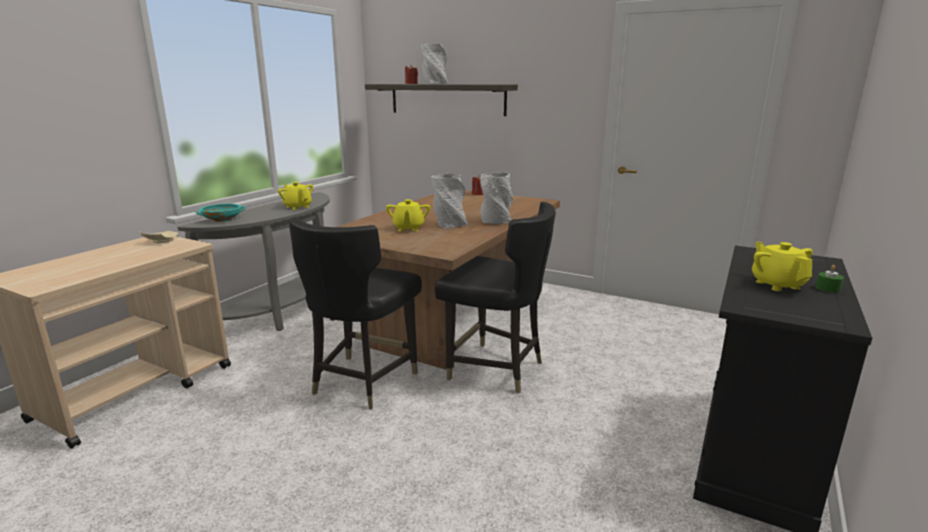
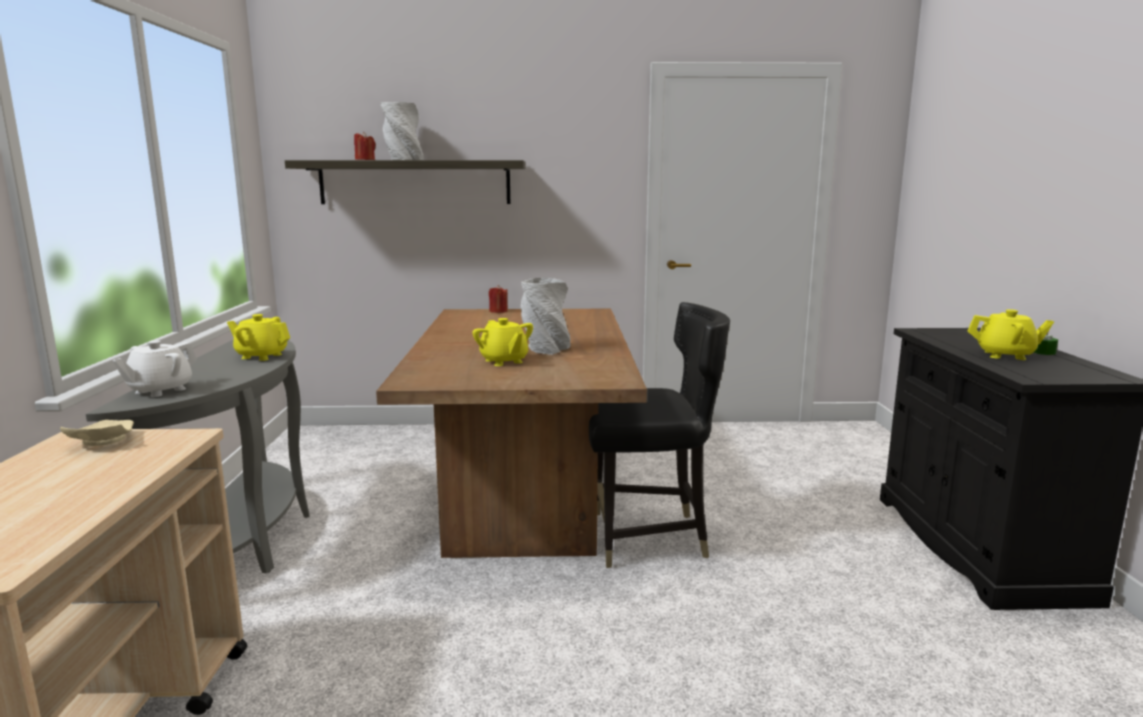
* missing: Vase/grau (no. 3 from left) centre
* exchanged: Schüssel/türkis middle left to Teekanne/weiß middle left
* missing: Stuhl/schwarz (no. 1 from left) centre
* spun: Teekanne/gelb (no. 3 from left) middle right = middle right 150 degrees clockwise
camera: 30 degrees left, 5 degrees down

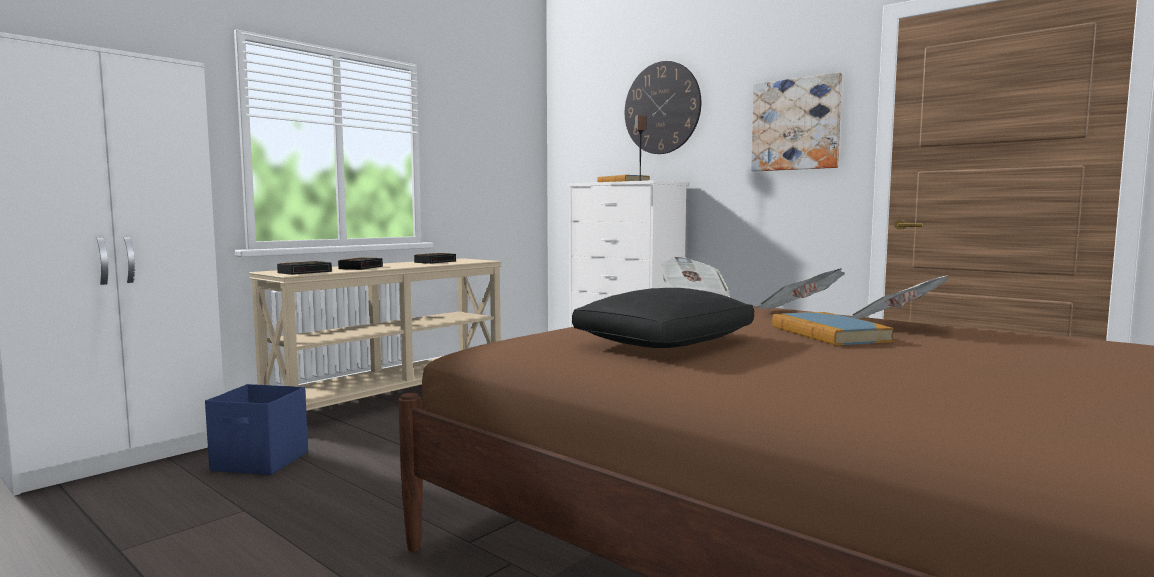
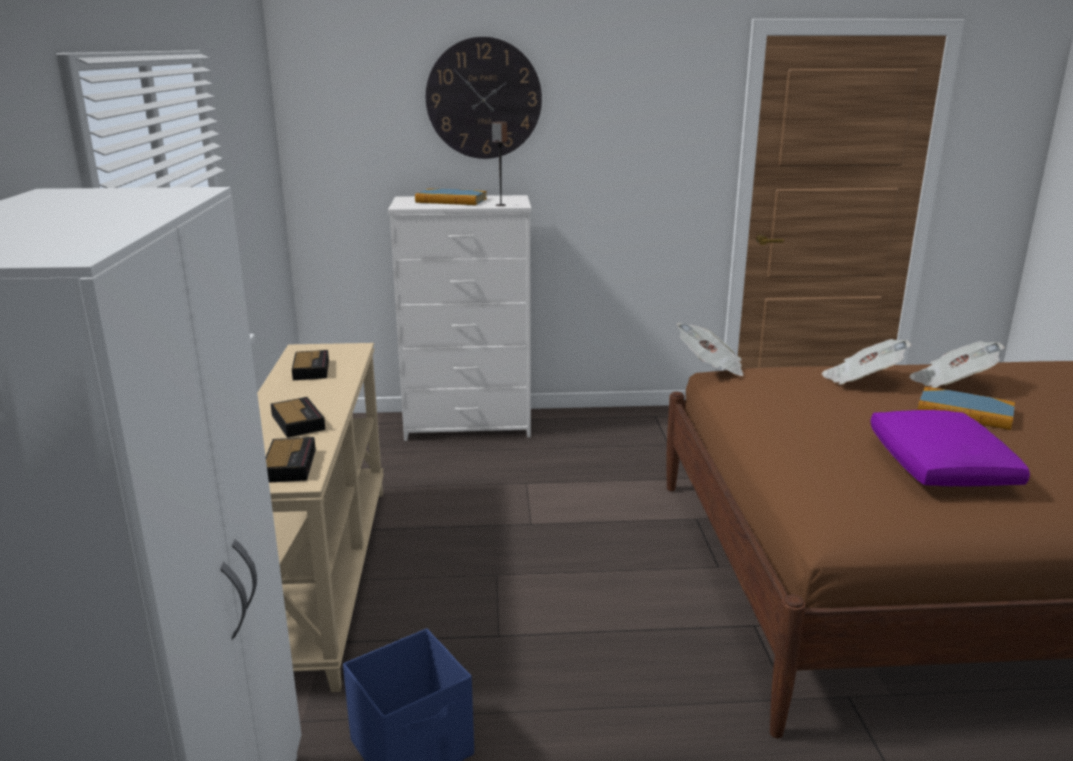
* missing: Bild top right
* colour: Kissen/schwarz centre to Kissen/lila middle right
camera: 45 degrees left, 15 degrees up

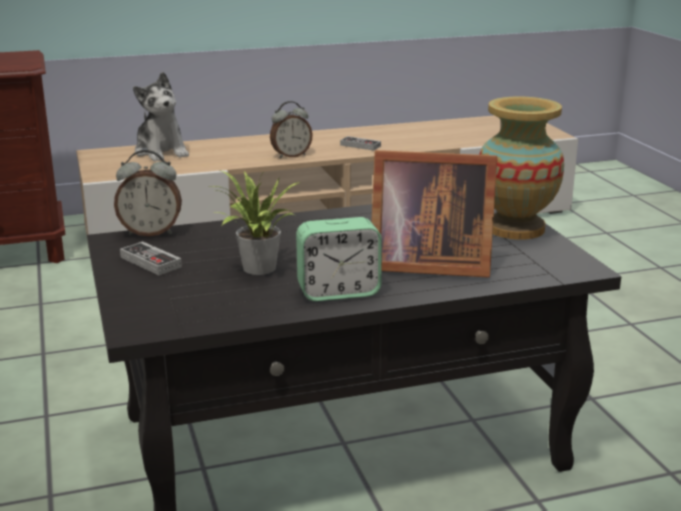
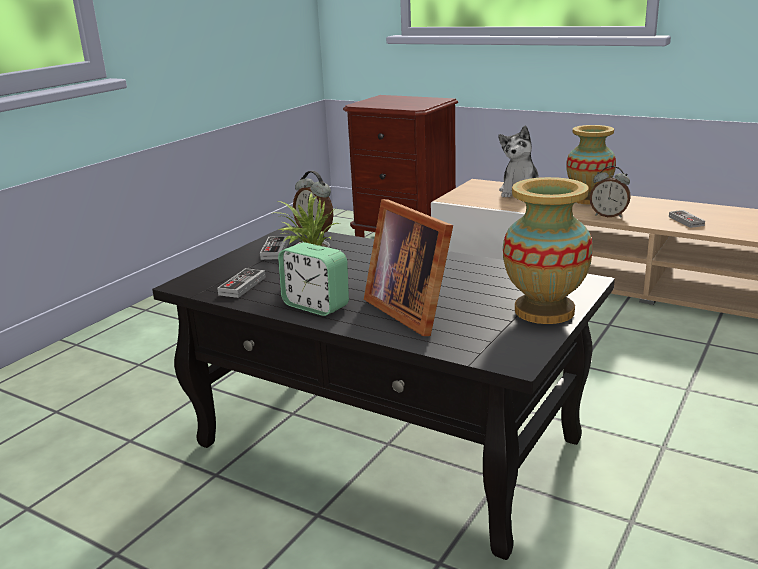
* appeared: Vase (no. 2 from left) top right
* appeared: Gamepad (no. 1 from left) middle left
camera: 50 degrees right, 0 degrees up

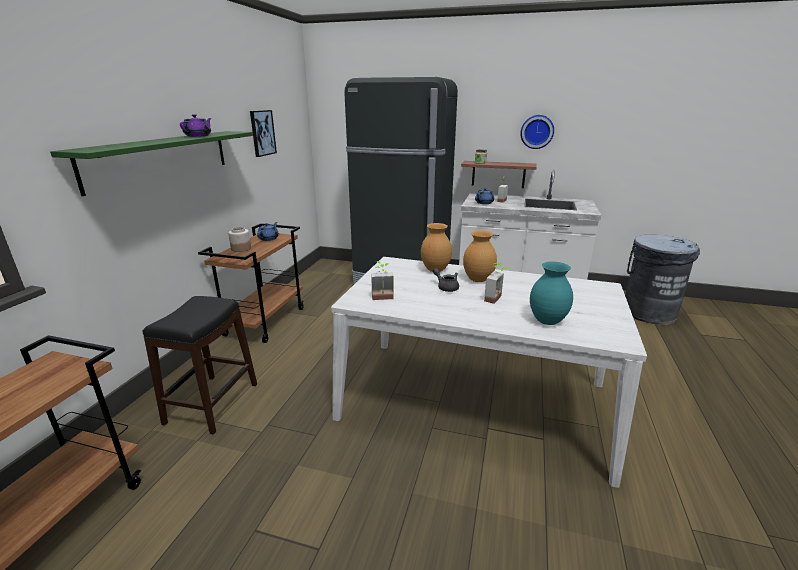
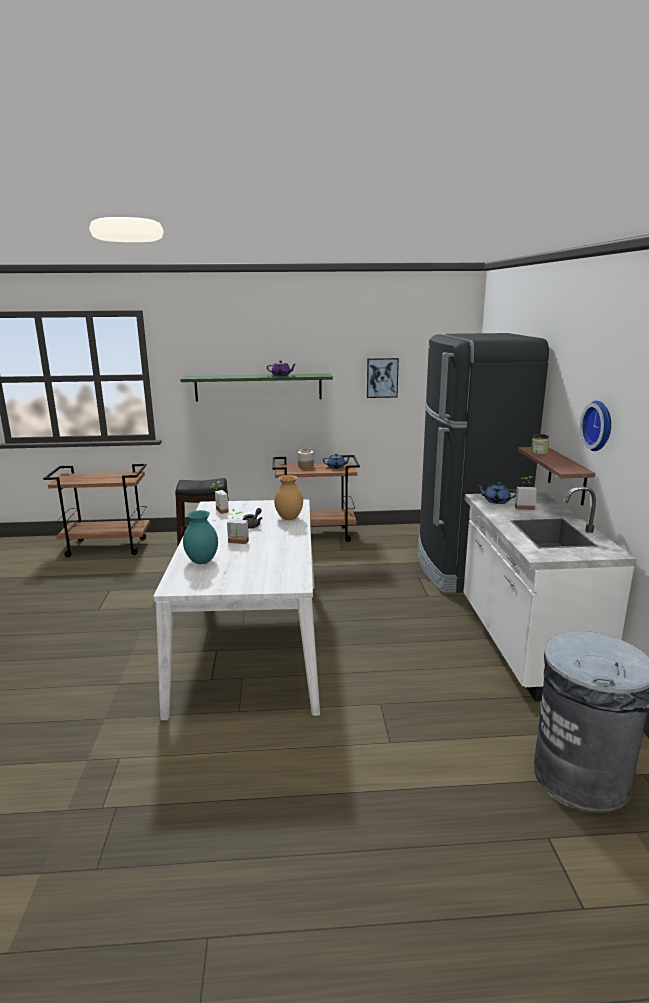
* missing: Vase/braun (no. 2 from left) centre
camera: 70 degrees right, 5 degrees down

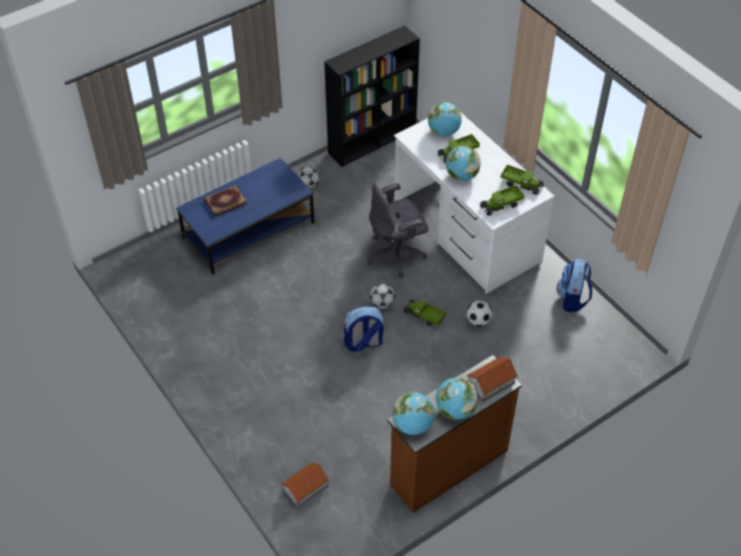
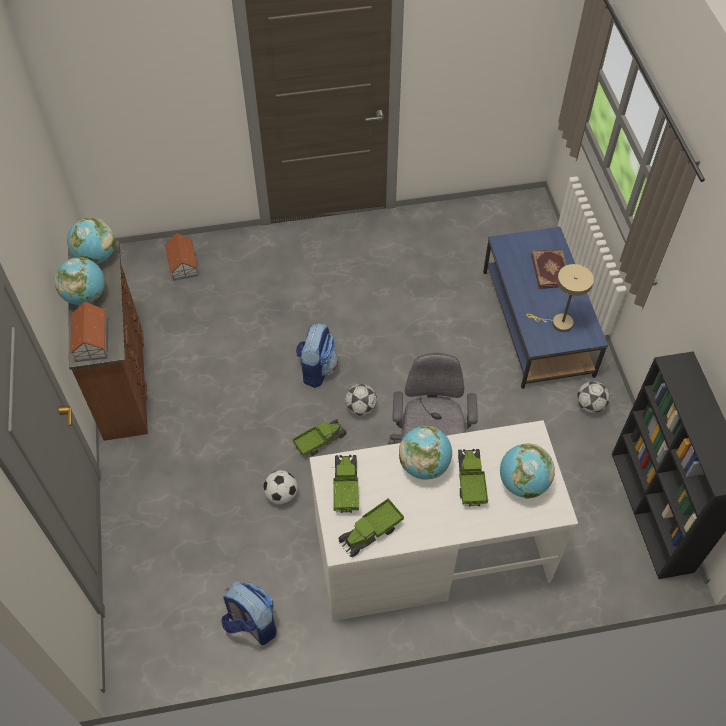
* appeared: Tischlampe/beige middle right
camera: 115 degrees right, 5 degrees up

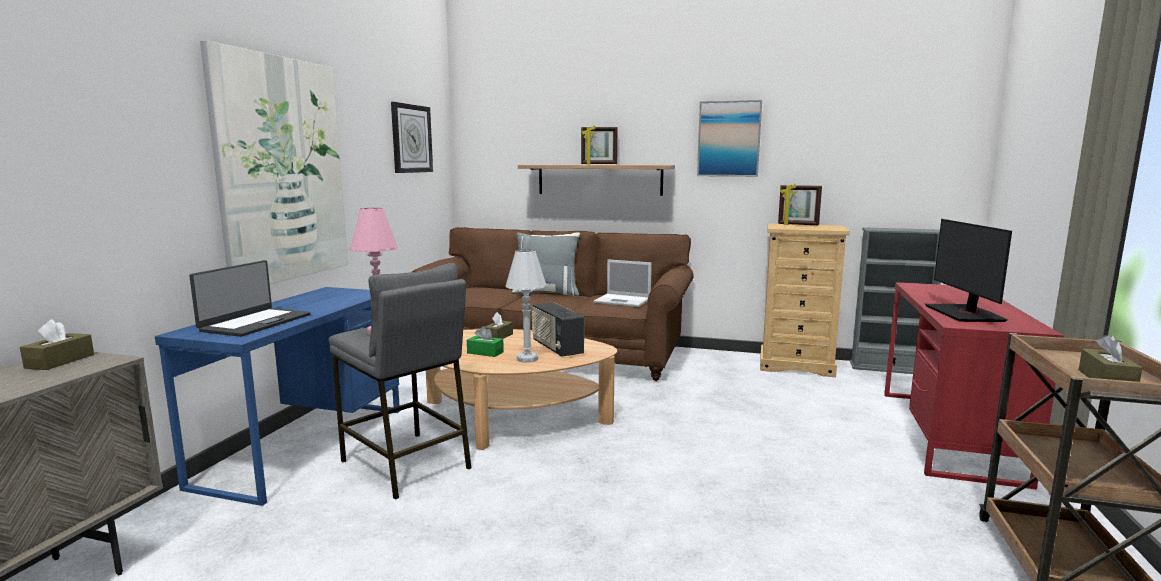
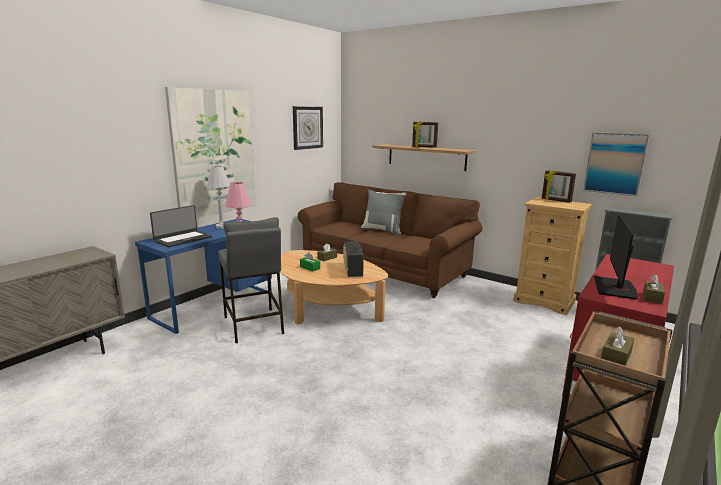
* relocated: Bild (no. 2 from left) top centre to middle right
* relocated: Tischlampe/weiß centre to middle left
* missing: Laptop (no. 2 from left) centre
* relocated: Taschentuchbox/braun (no. 1 from left in the first image) middle left to Taschentuchbox/braun (no. 3 from left) middle right
camera: 20 degrees right, 5 degrees up

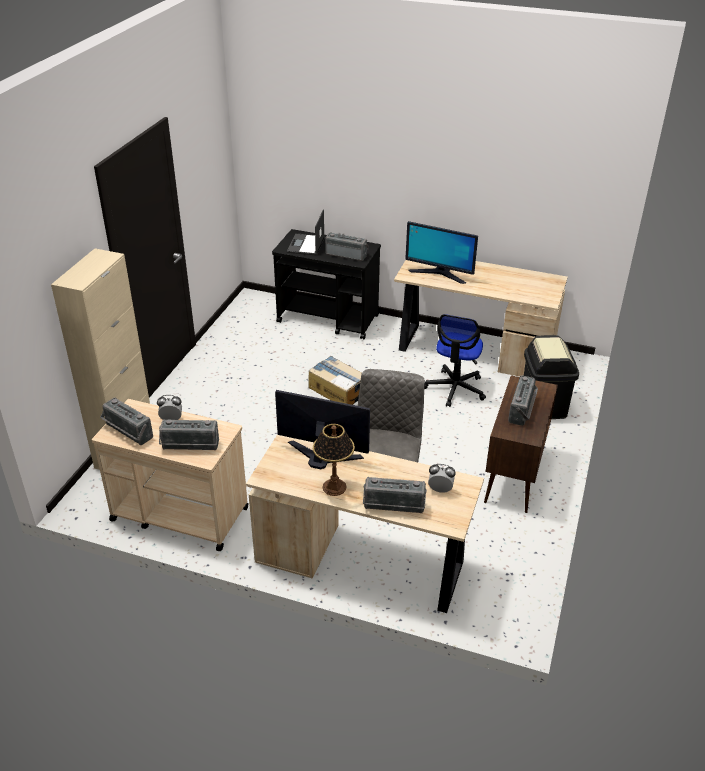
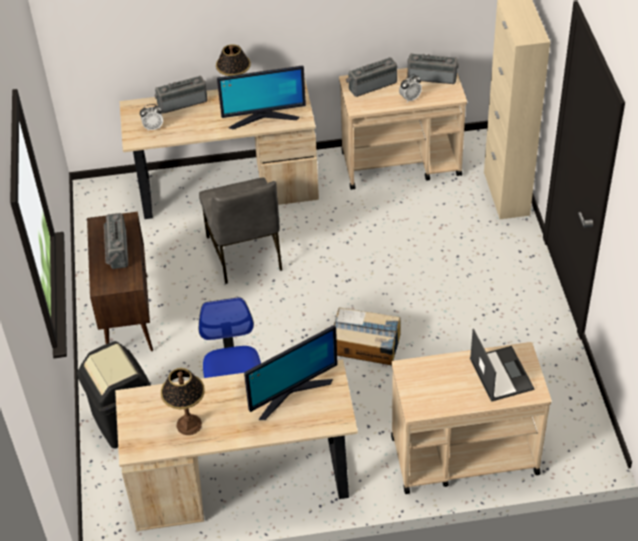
* spun: Monitor (no. 2 from left) top centre = bottom centre 150 degrees clockwise
* colour: Rollwagen/schwarz centre to Rollwagen/beige (no. 2 from left) bottom right
* missing: Radio (no. 3 from left) top centre
* appeared: Tischlampe (no. 1 from left) bottom left
camera: 155 degrees right, 10 degrees up

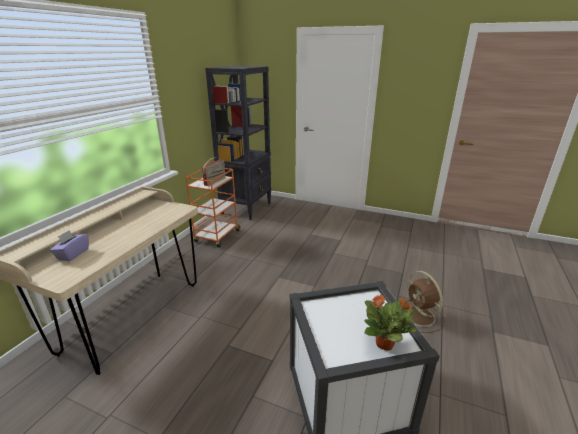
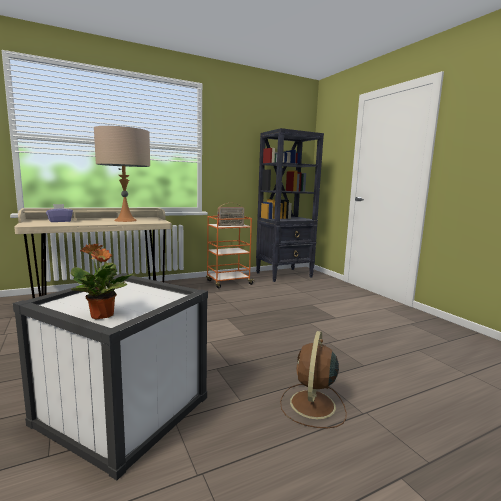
* appeared: Tischlampe/beige middle left
camera: 40 degrees right, 15 degrees down

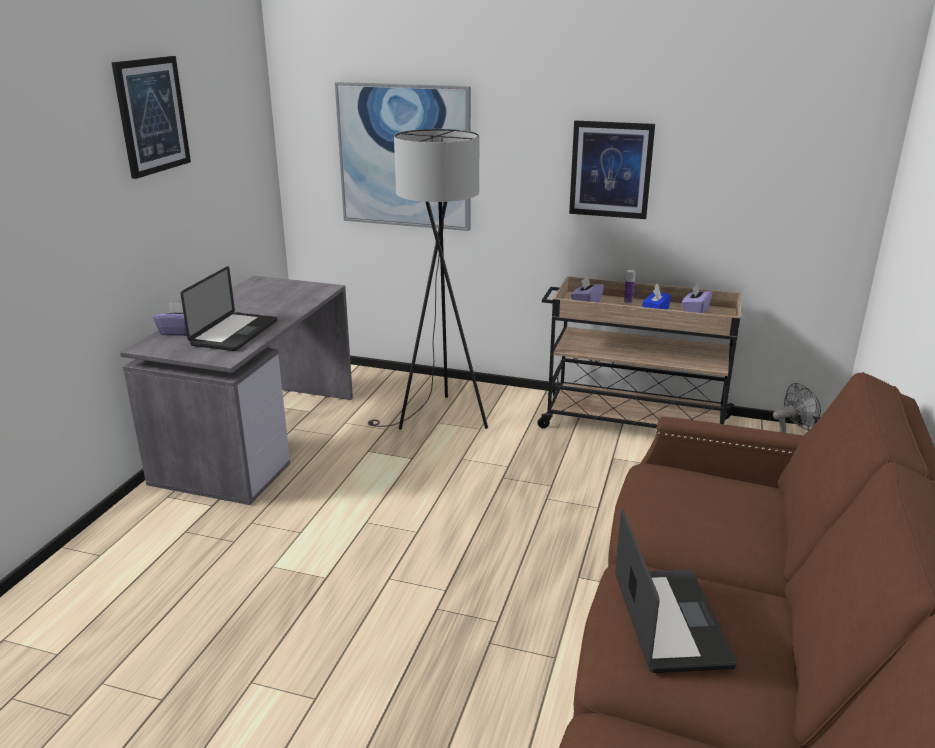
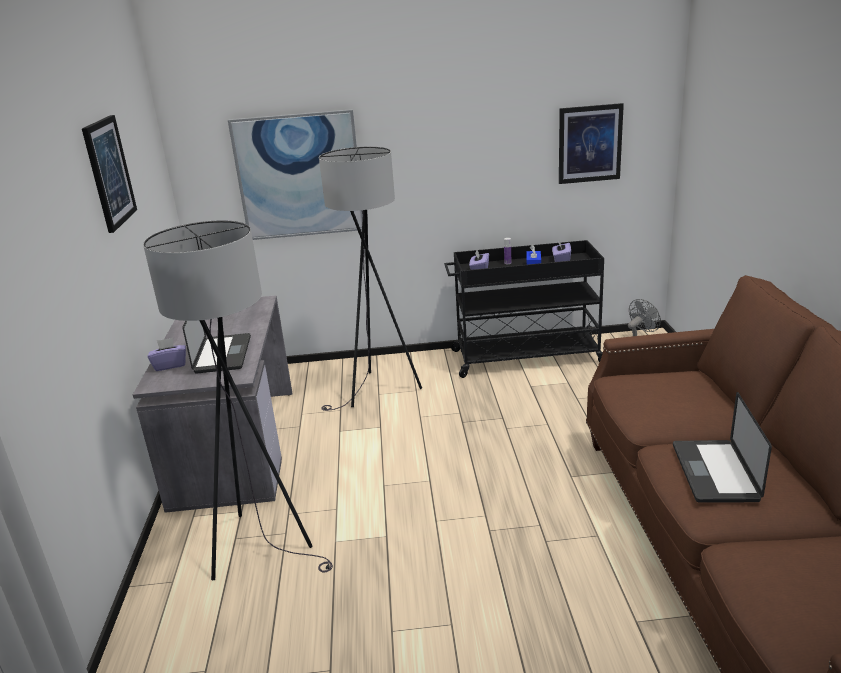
* relocated: Bild (no. 3 from left) top centre to top right
* colour: Rollwagen/beige middle right to Rollwagen/schwarz centre
* spun: Laptop (no. 2 from left) bottom right = middle right 150 degrees counterclockwise
* appeared: Stehlampe/grau (no. 1 from left) middle left
camera: 20 degrees left, 0 degrees up

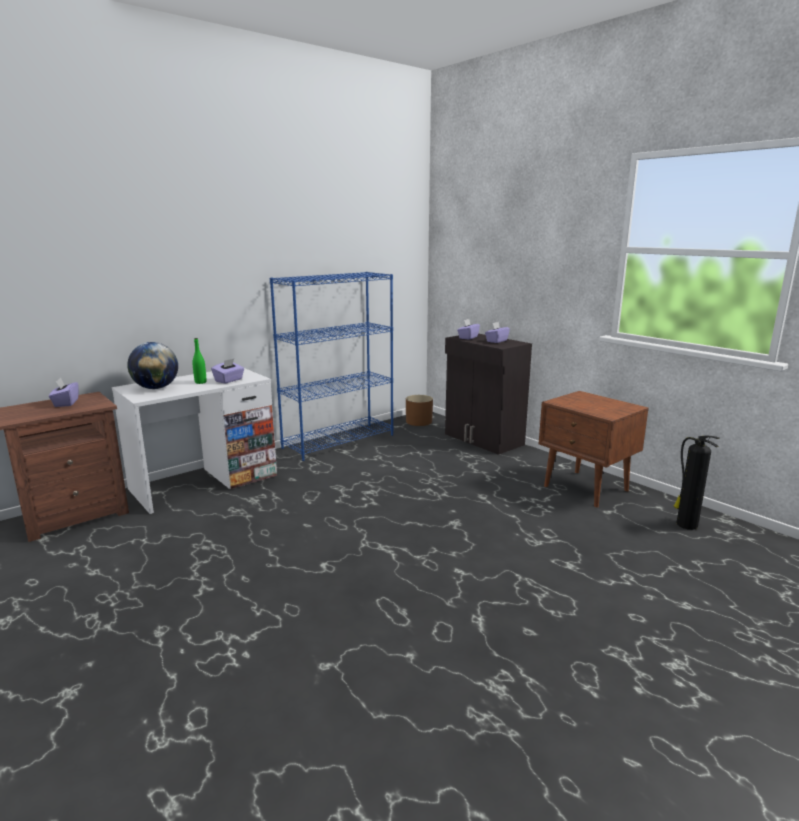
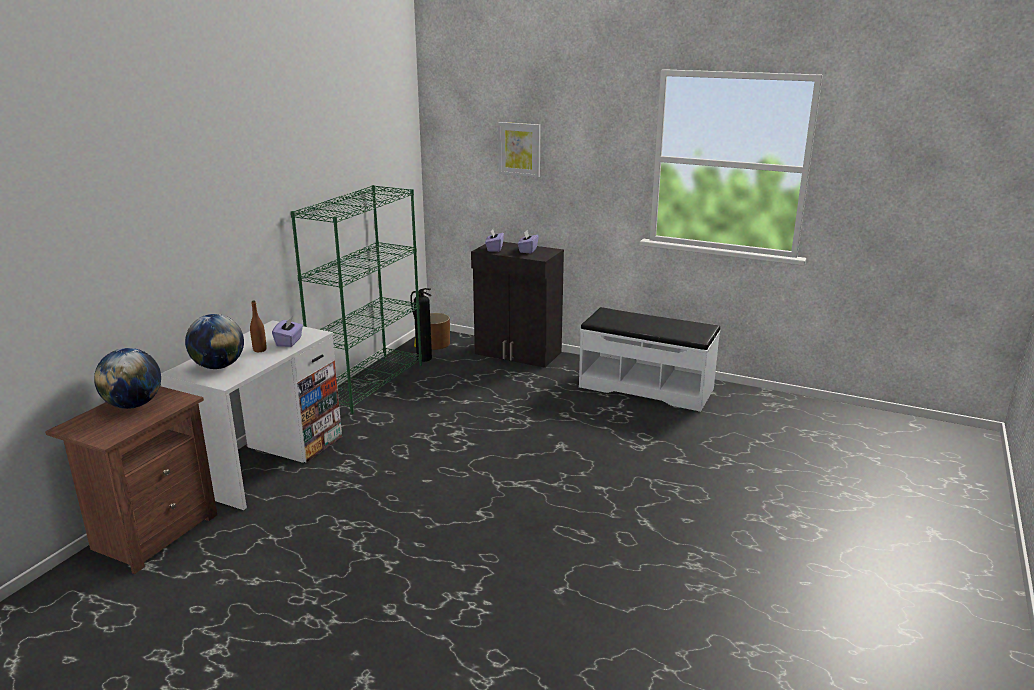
* colour: Bücherregal/blau centre to Bücherregal/grün centre
* colour: Flasche/grün middle left to Flasche/braun middle left
* exchanged: Taschentuchbox/lila (no. 1 from left) middle left to Globus (no. 1 from left) middle left
* exchanged: Nachttisch/braun (no. 2 from left) middle right to Bank/weiß centre
* relocated: Feuerlöscher middle right to centre
* appeared: Bild top centre
camera: 25 degrees left, 5 degrees up

